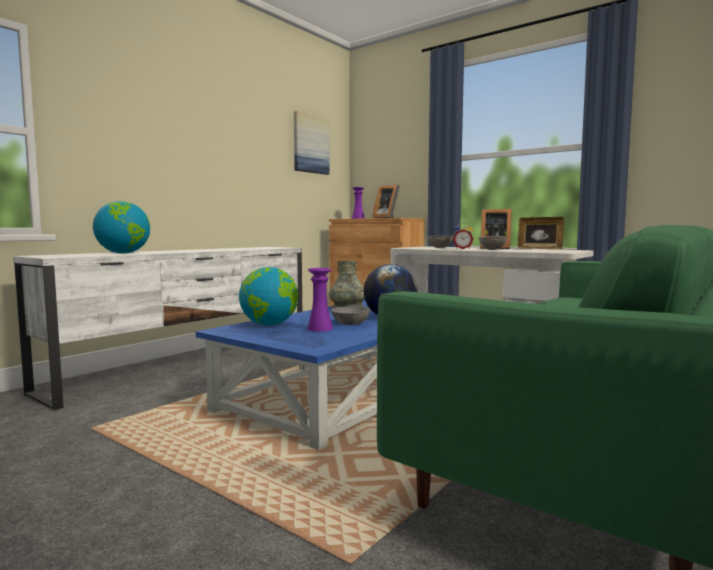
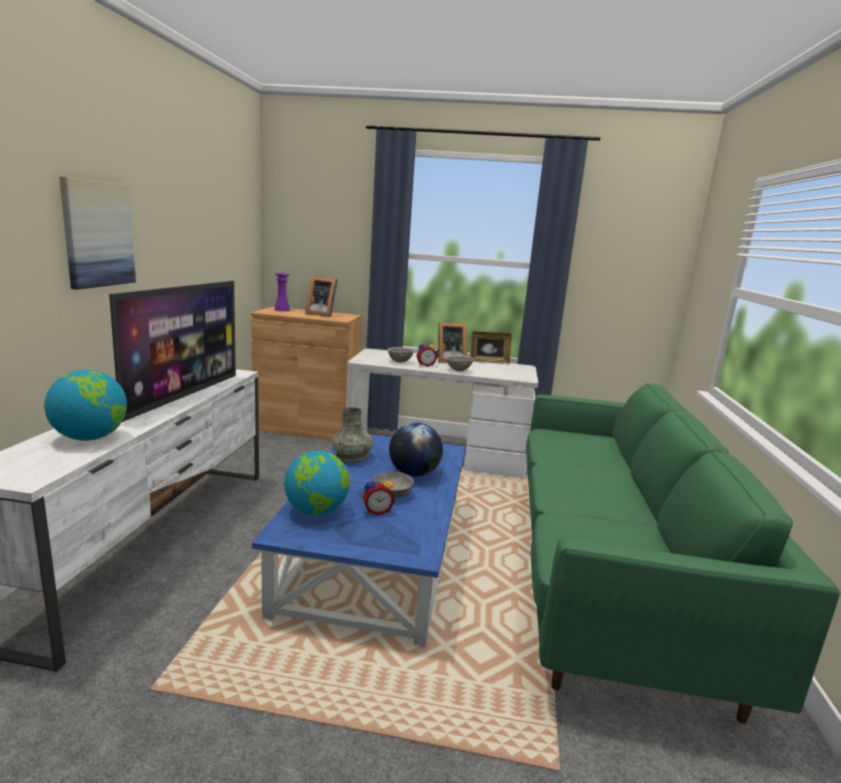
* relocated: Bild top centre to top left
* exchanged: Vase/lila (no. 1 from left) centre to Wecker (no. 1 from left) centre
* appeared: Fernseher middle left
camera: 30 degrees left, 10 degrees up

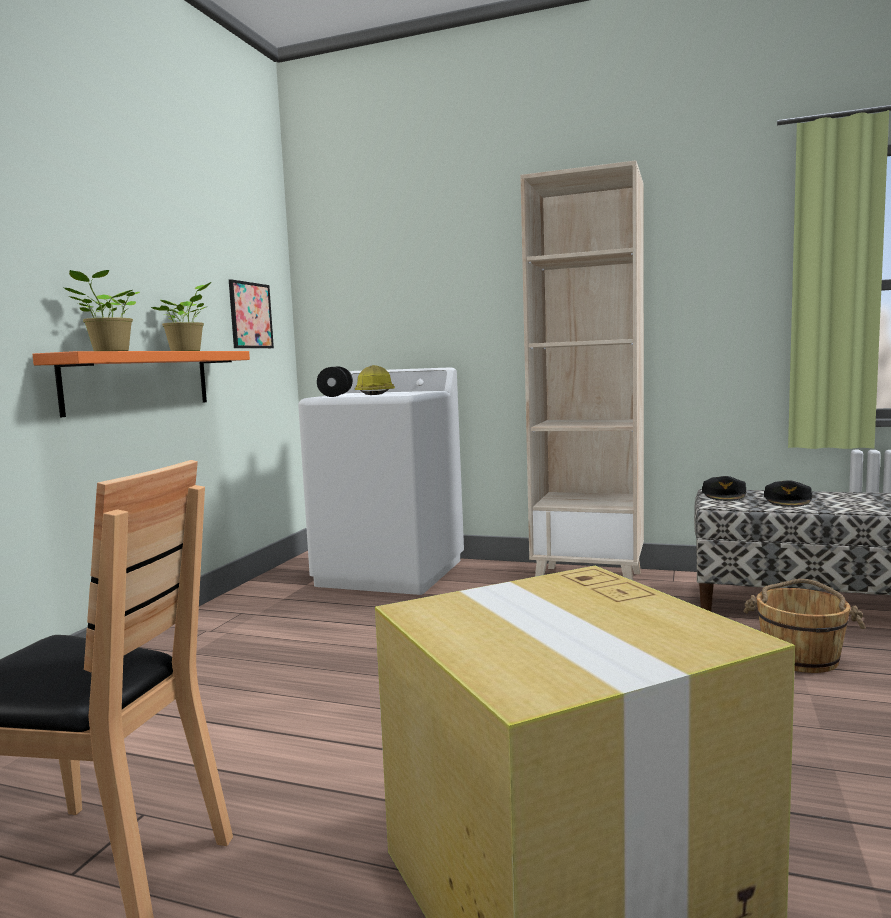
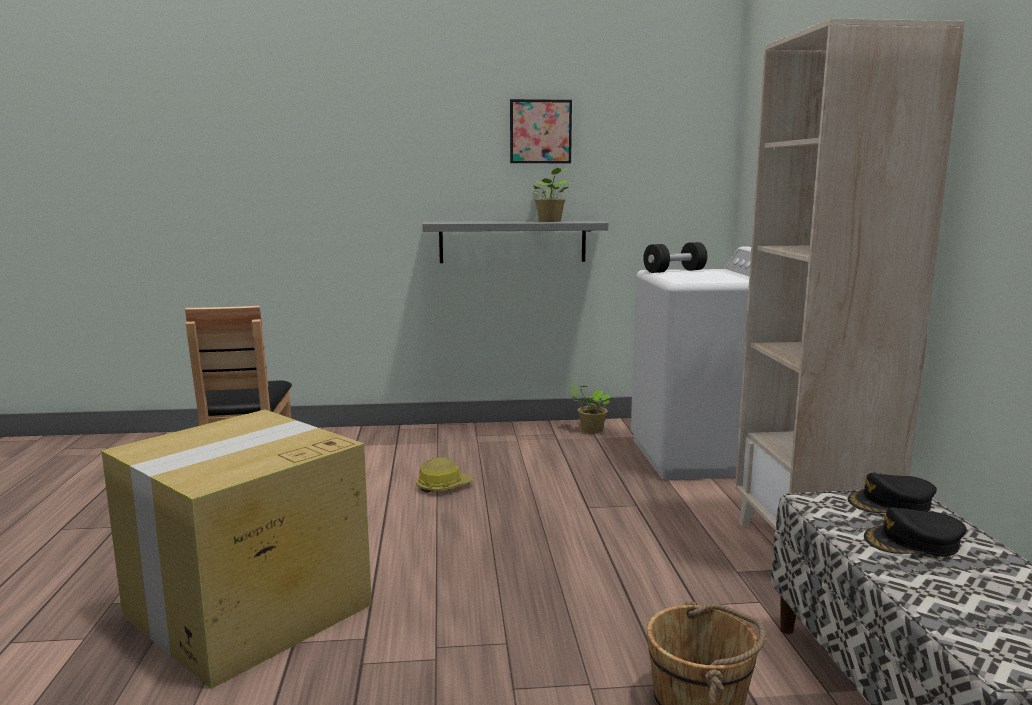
* relocated: Topfpflanze (no. 1 from left in the first image) middle left to Topfpflanze (no. 2 from left) centre
* relocated: Bild middle left to top centre
* colour: Wandregal/orange middle left to Wandregal/grau centre
* relocated: Schutzhelm centre to bottom centre
camera: 65 degrees right, 5 degrees up

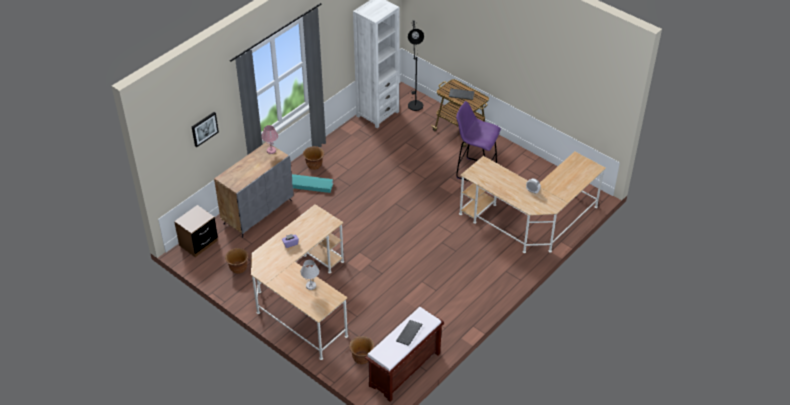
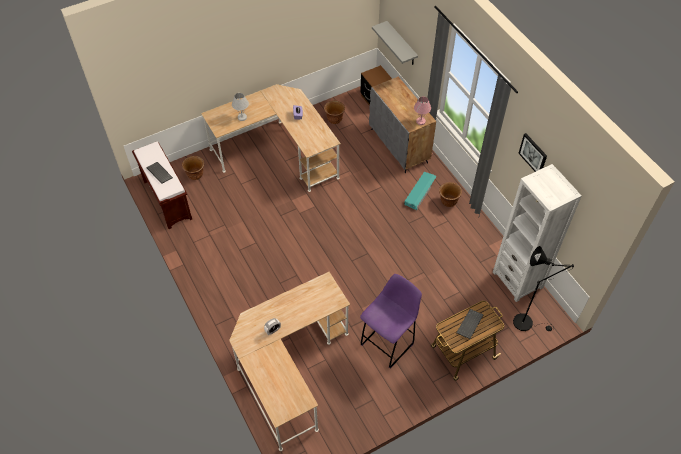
* relocated: Bild top left to middle right
* appeared: Wandregal/grau top centre
camera: 110 degrees right, 10 degrees up

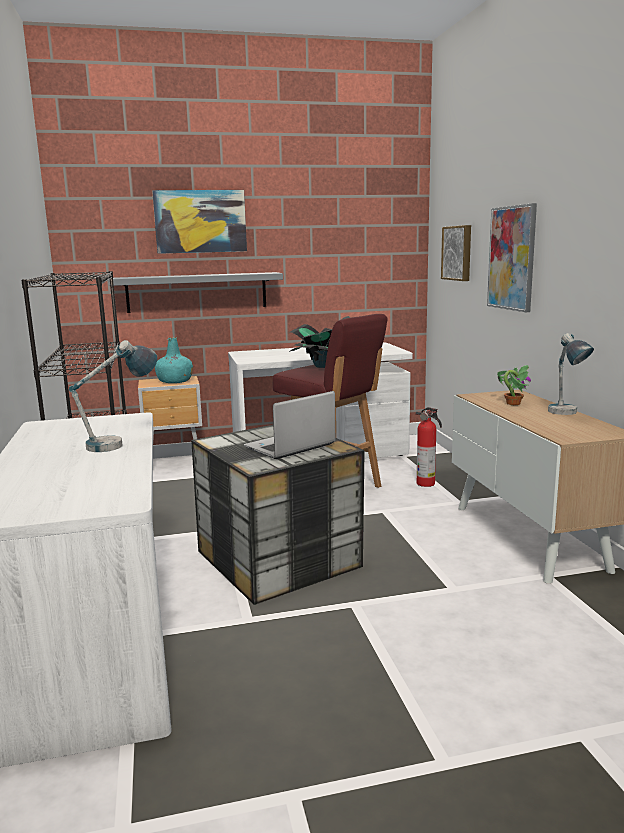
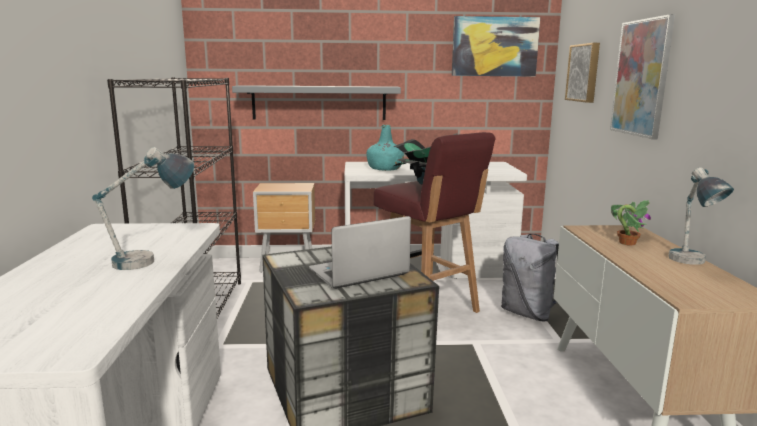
* relocated: Bild (no. 1 from left) top left to top centre
* relocated: Flasche/türkis middle left to centre
* exchanged: Feuerlöscher middle right to Rucksack/grau middle right
camera: 10 degrees right, 0 degrees up

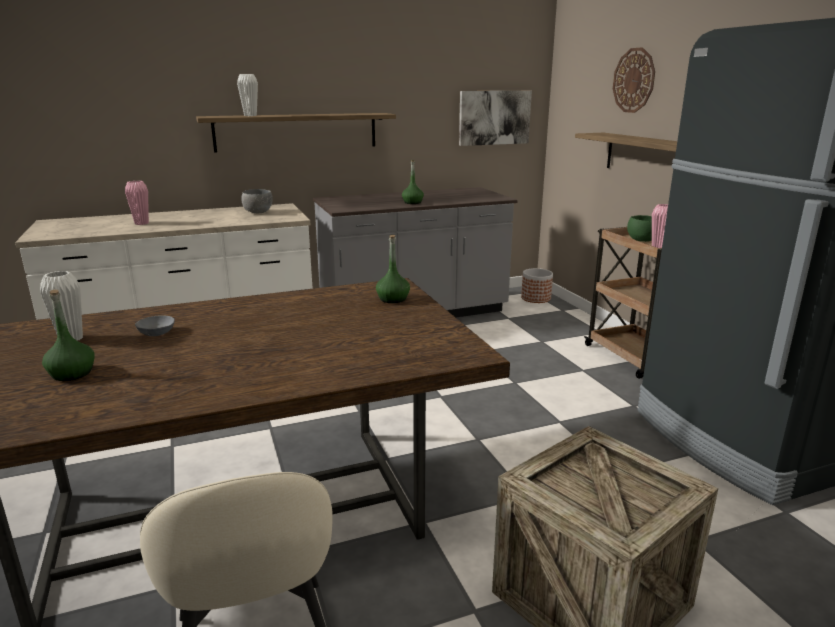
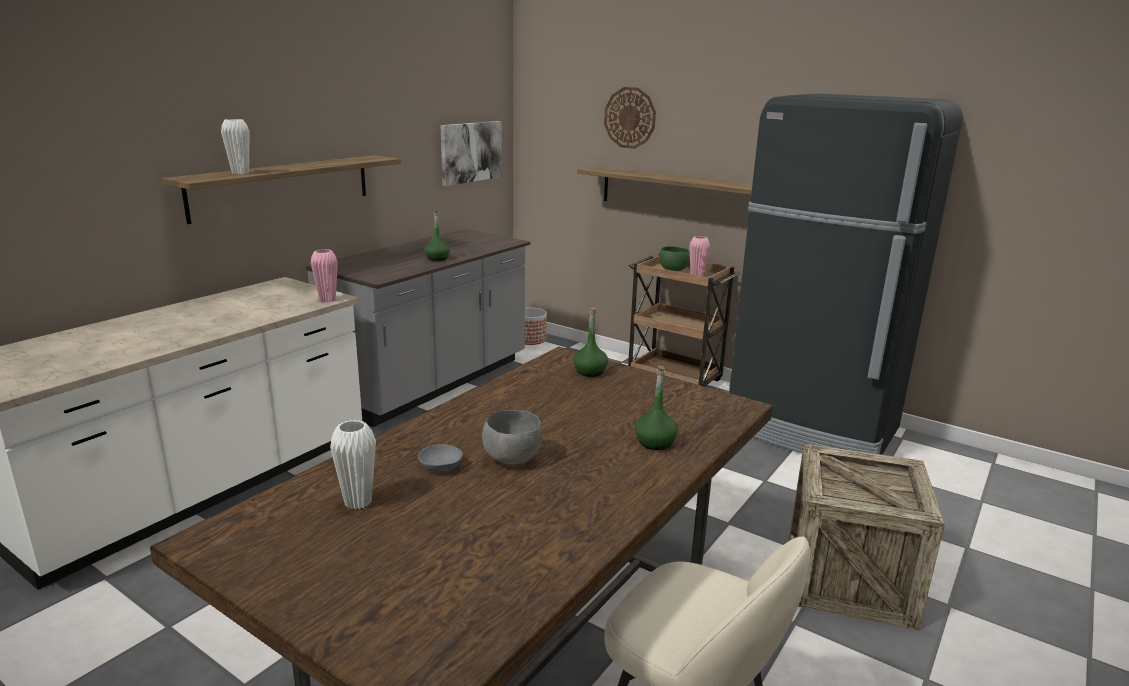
* relocated: Vase/rosa (no. 1 from left) top left to middle left
* relocated: Schüssel/grau (no. 2 from left) top left to centre
* relocated: Flasche/grün (no. 1 from left in the first image) middle left to Flasche/grün (no. 3 from left) centre
camera: 35 degrees left, 0 degrees up

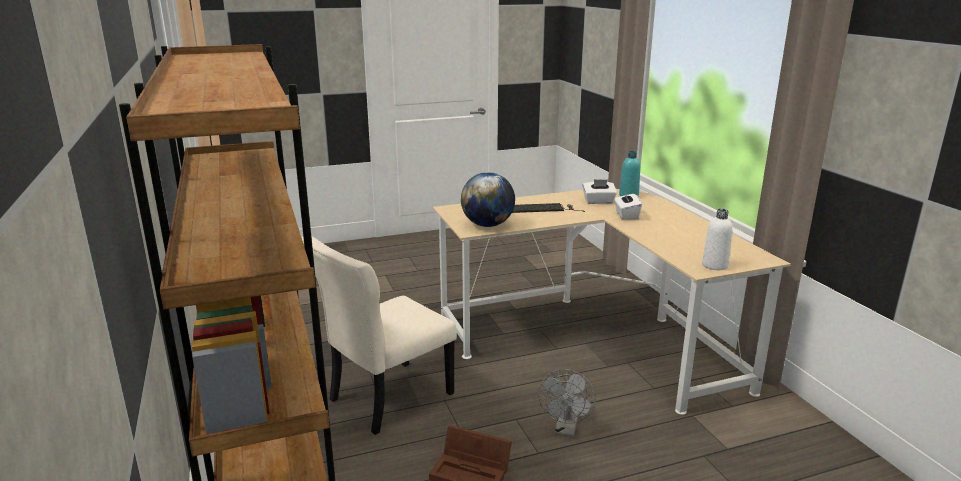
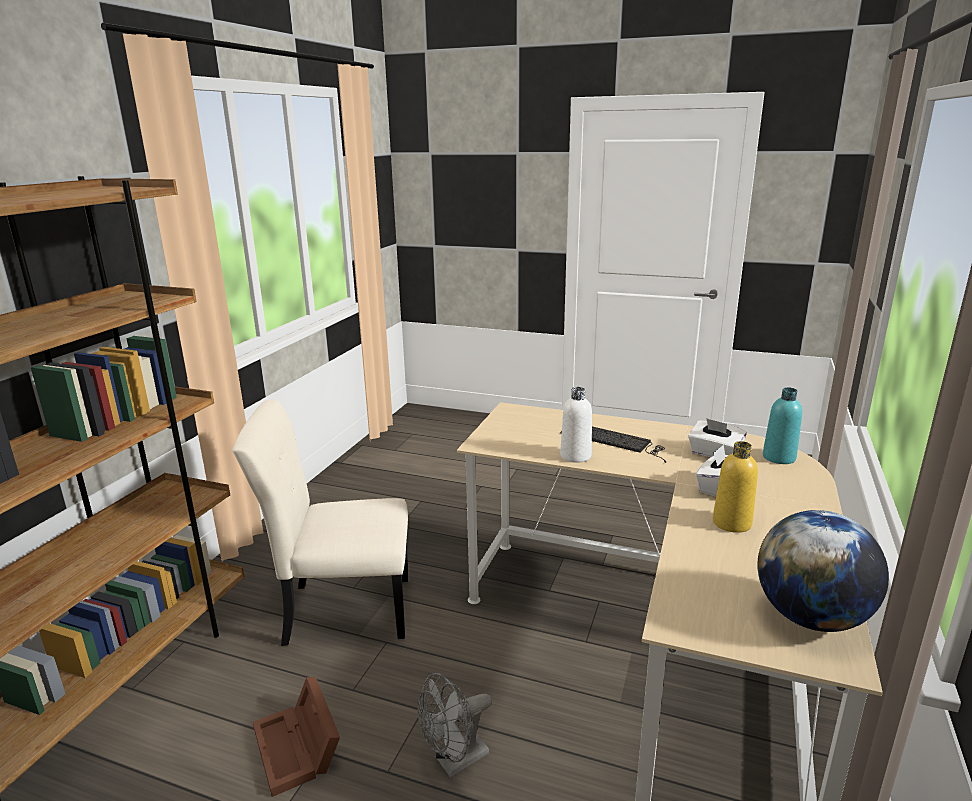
* relocated: Globus centre to bottom right
* relocated: Flasche/weiß middle right to centre
* appeared: Flasche/gelb middle right
camera: 40 degrees right, 0 degrees up

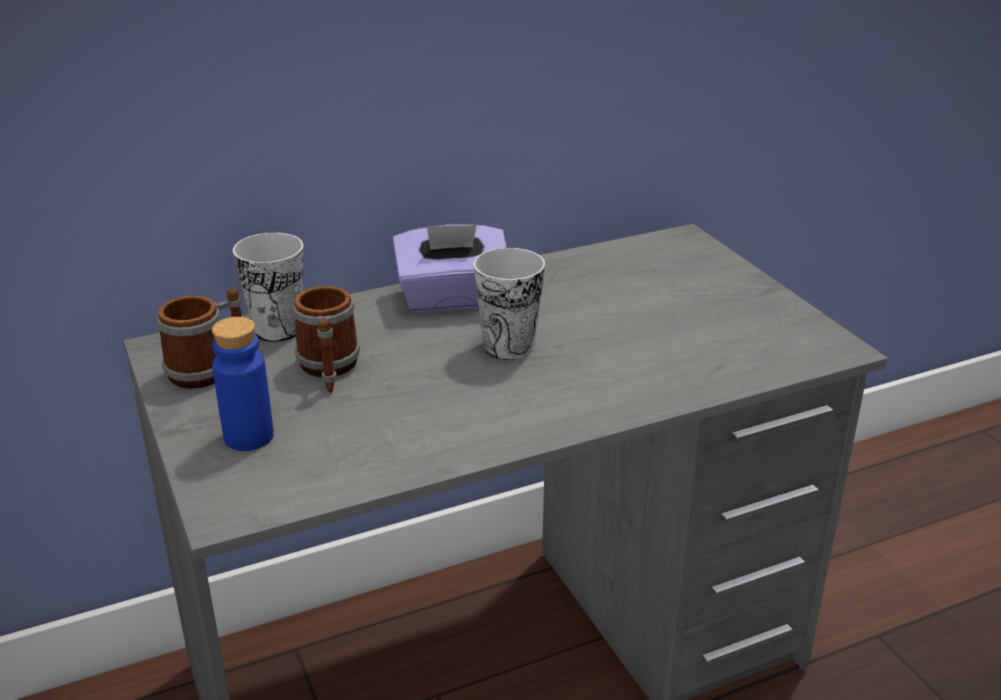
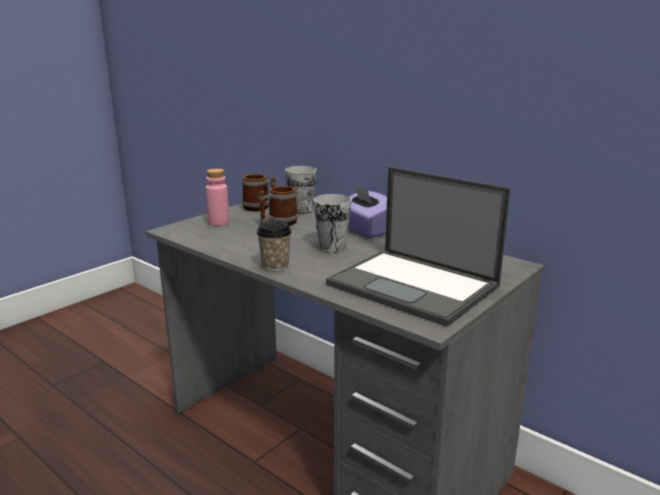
* colour: Flasche/blau middle left to Flasche/rosa middle left
* appeared: Laptop centre
* appeared: Tasse (no. 1 from left) centre
camera: 65 degrees right, 10 degrees down

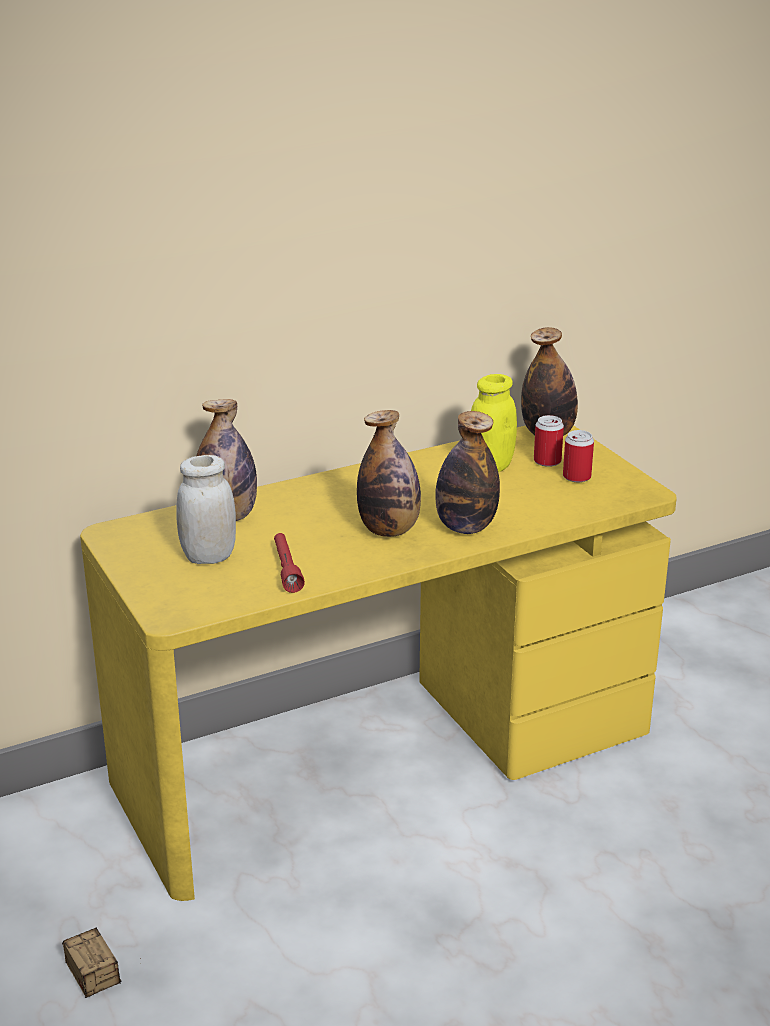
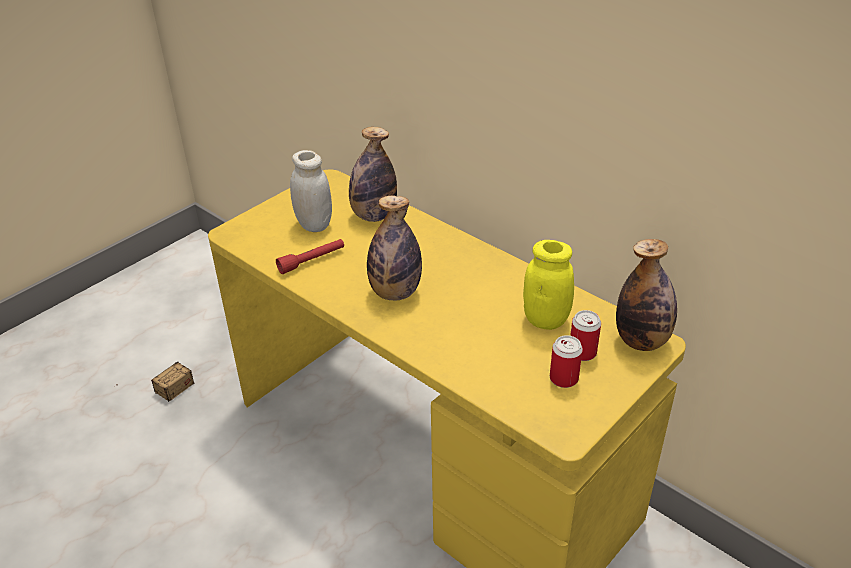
* missing: Flasche (no. 3 from left) centre
camera: 70 degrees right, 10 degrees up

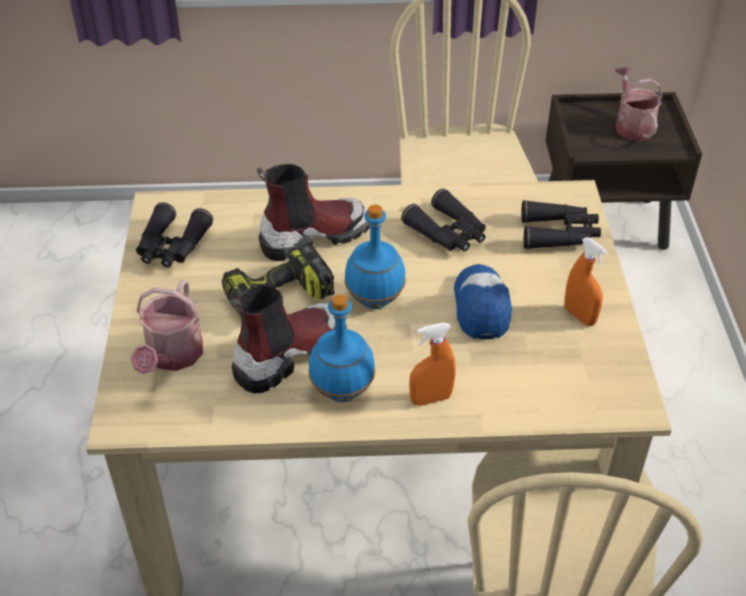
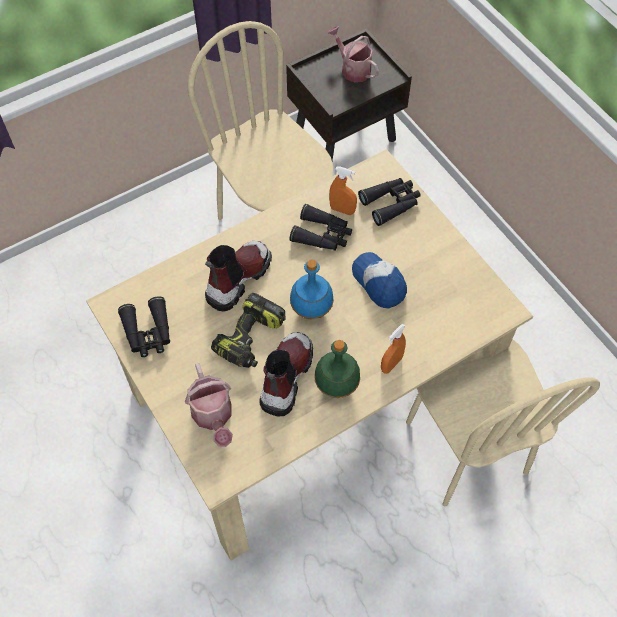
* relocated: Sprühflasche/orange (no. 2 from left in the first image) middle right to Sprühflasche/orange (no. 1 from left) top centre
* colour: Flasche/blau (no. 1 from left) centre to Flasche/grün centre
camera: 30 degrees left, 15 degrees up

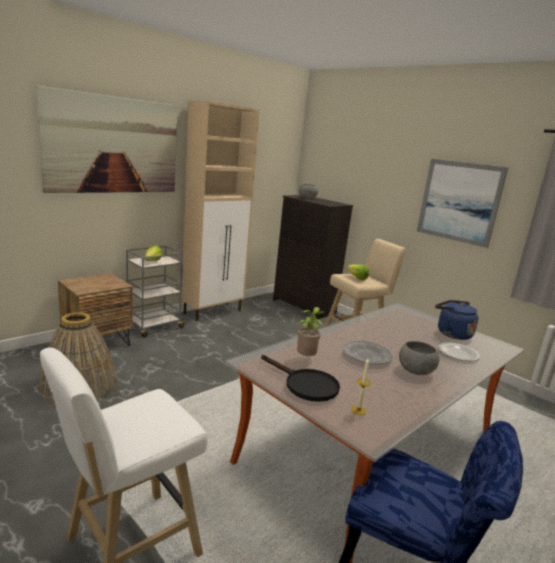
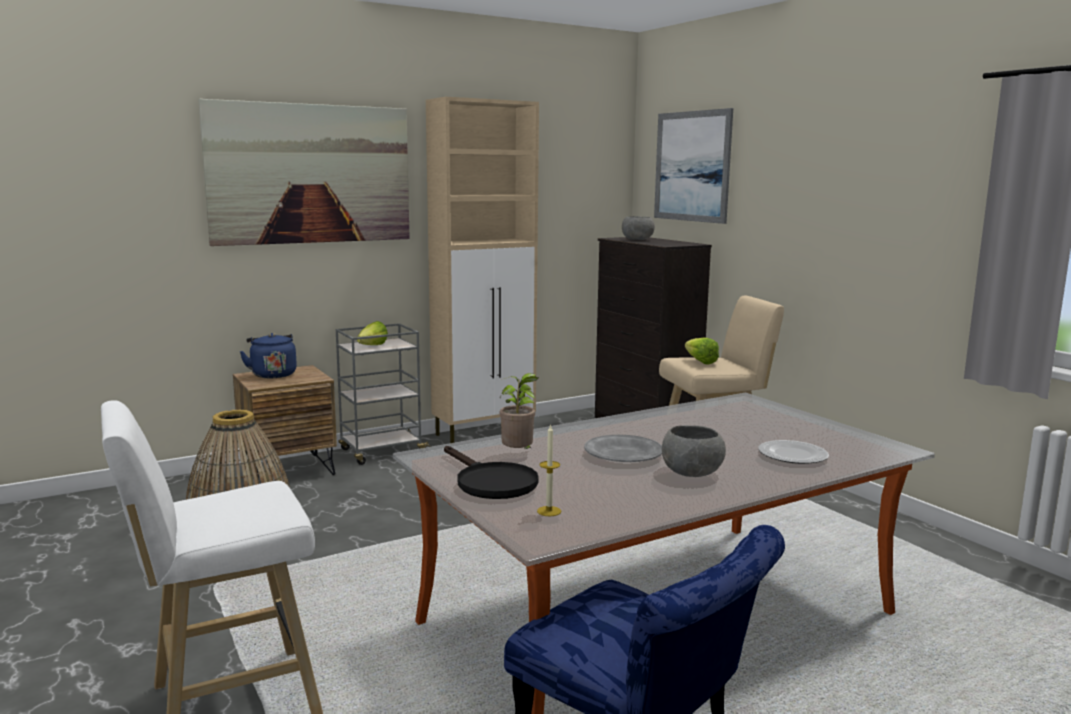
* relocated: Bild (no. 2 from left) middle right to top centre
* relocated: Wasserkessel/blau middle right to middle left
camera: 15 degrees right, 5 degrees down

